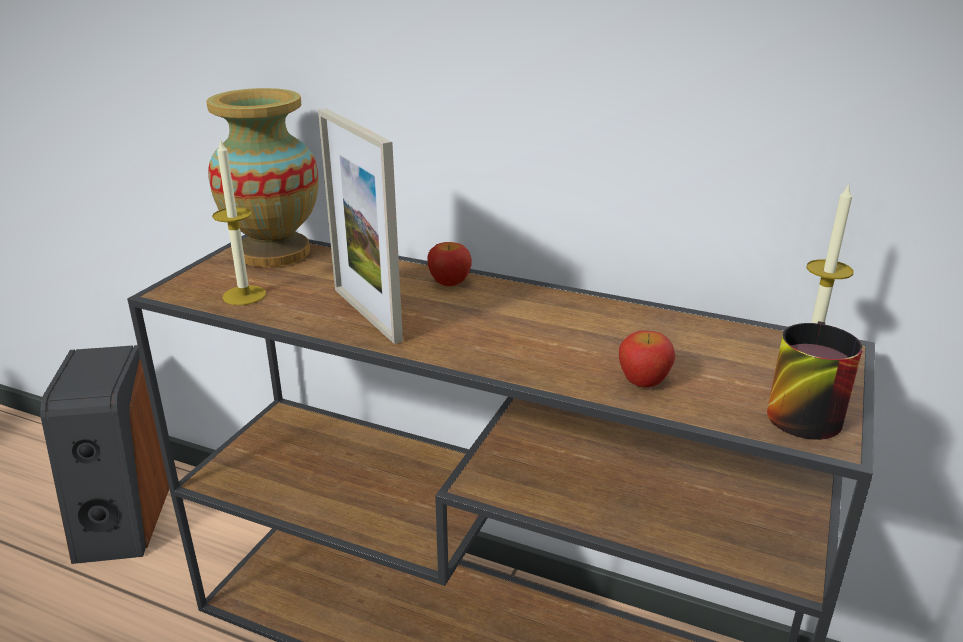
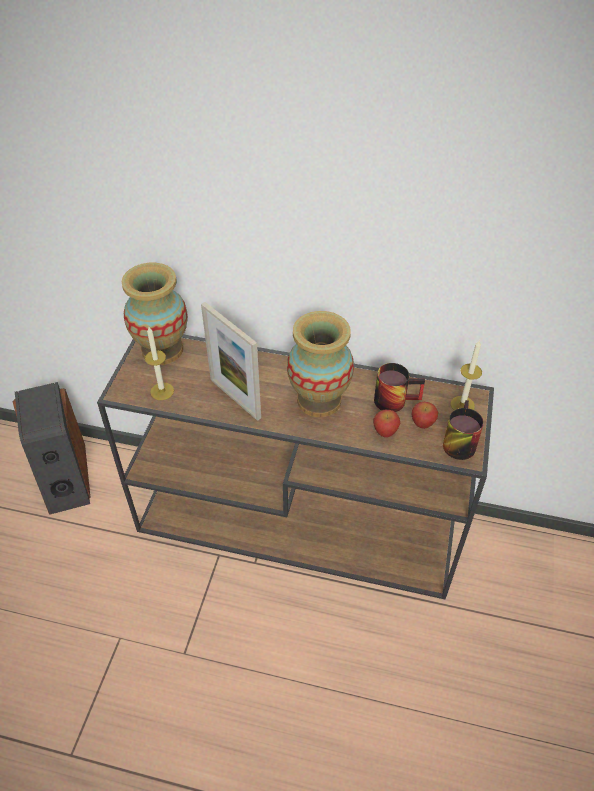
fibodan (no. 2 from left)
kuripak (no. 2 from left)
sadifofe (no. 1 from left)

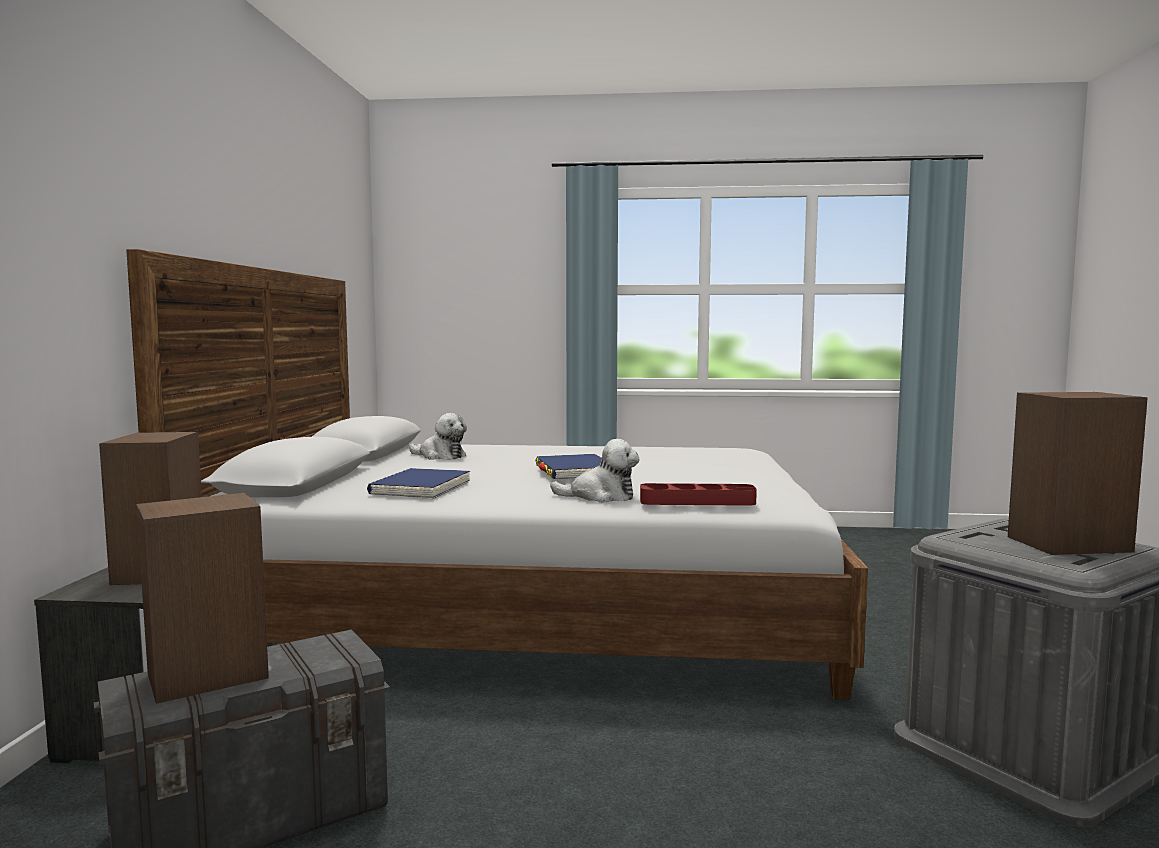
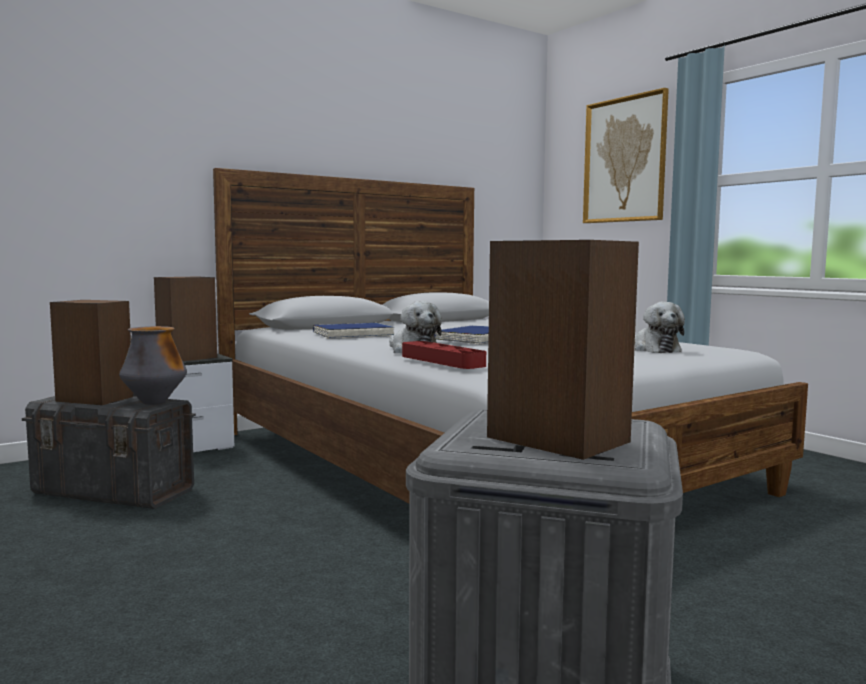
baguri (no. 2 from left)
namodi
kuripak

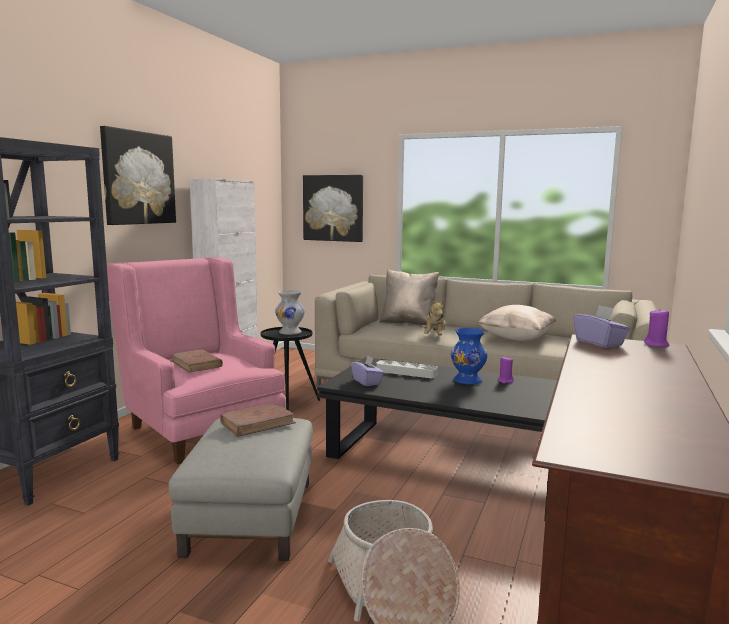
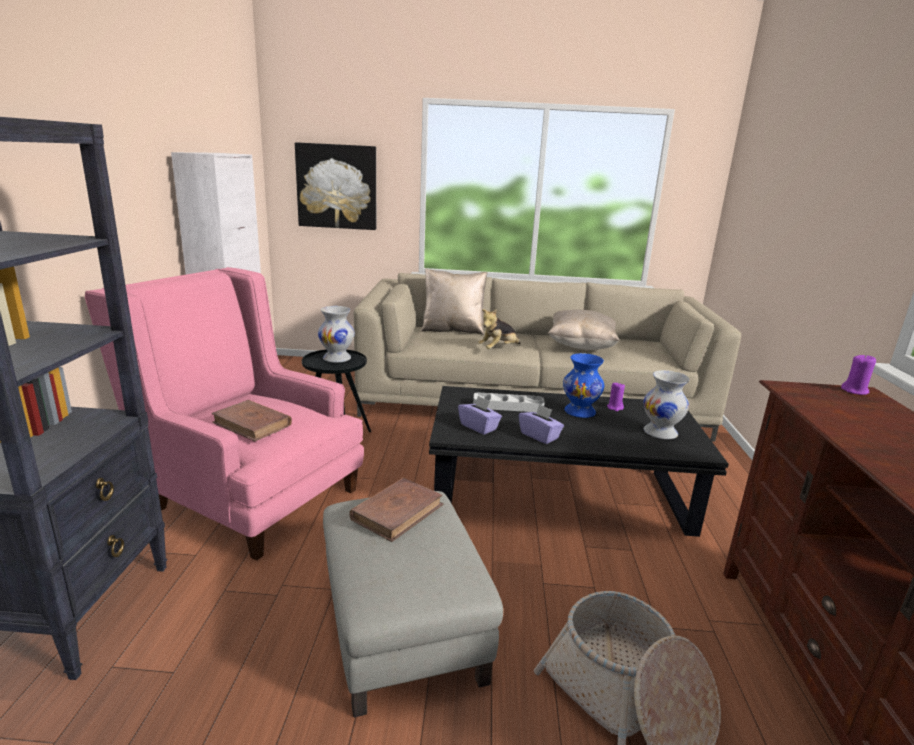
namodi (no. 1 from left in the first image)
baguri
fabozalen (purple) (no. 2 from left)
kuripak (white) (no. 2 from left)

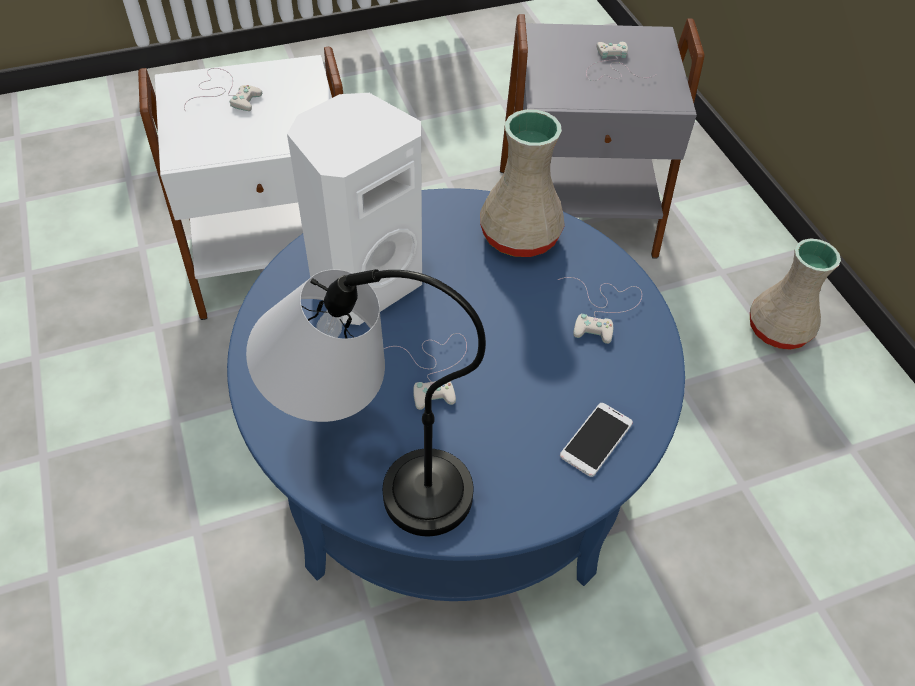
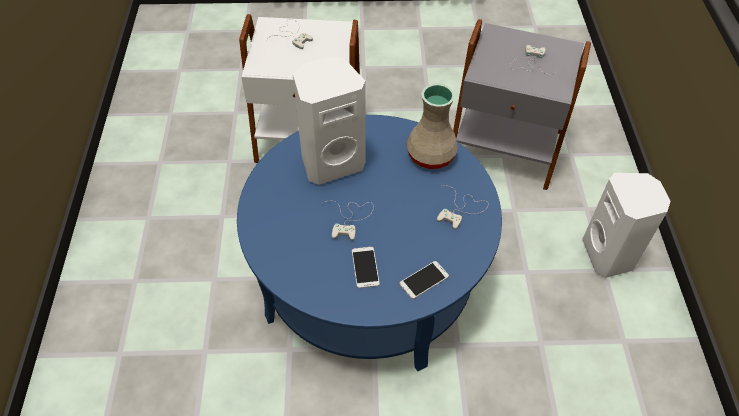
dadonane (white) (no. 2 from left)
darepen
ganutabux (no. 1 from left)

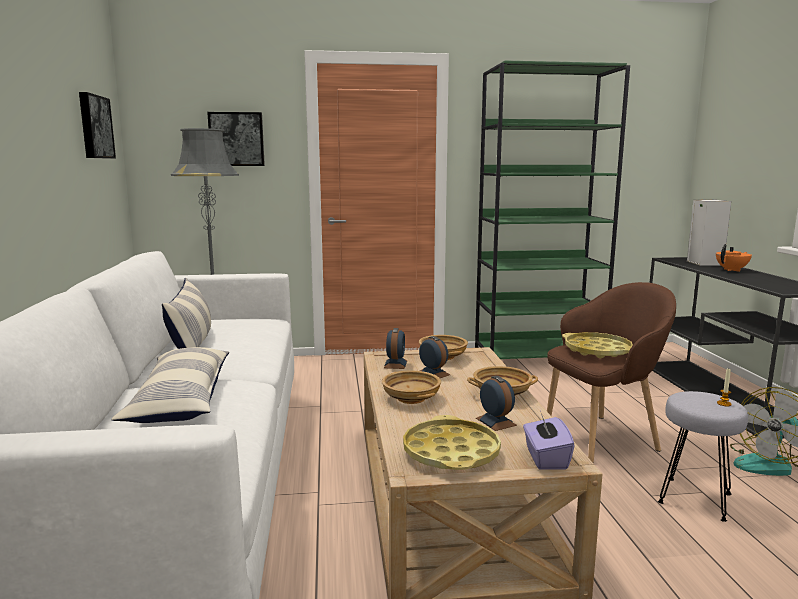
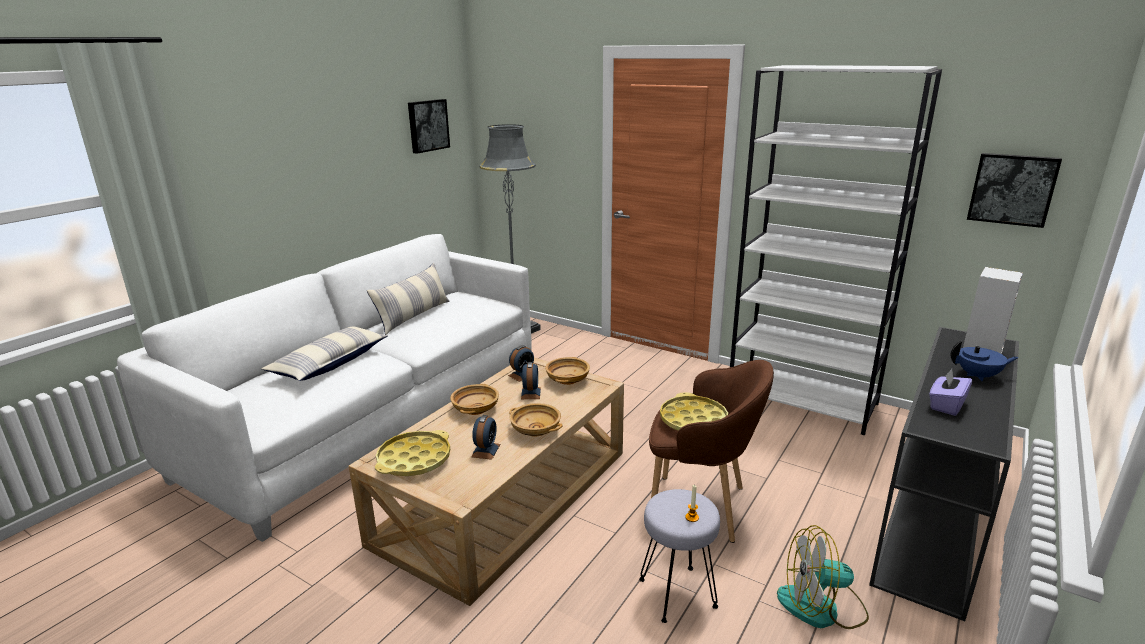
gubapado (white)
namodi (no. 2 from left)
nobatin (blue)
fabozalen (purple)

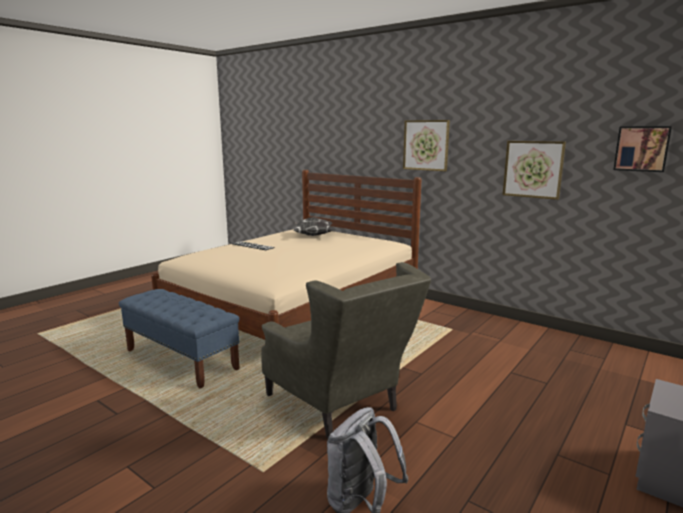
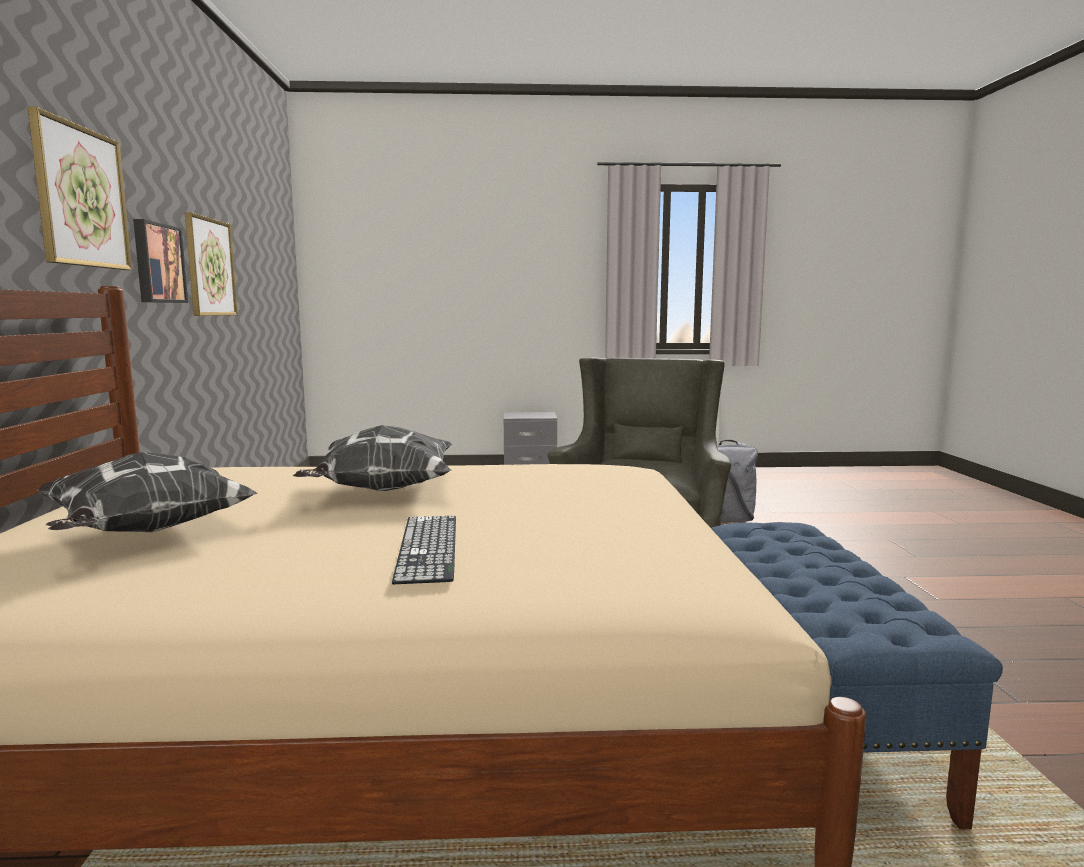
namodi (no. 2 from left)
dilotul (no. 2 from left)

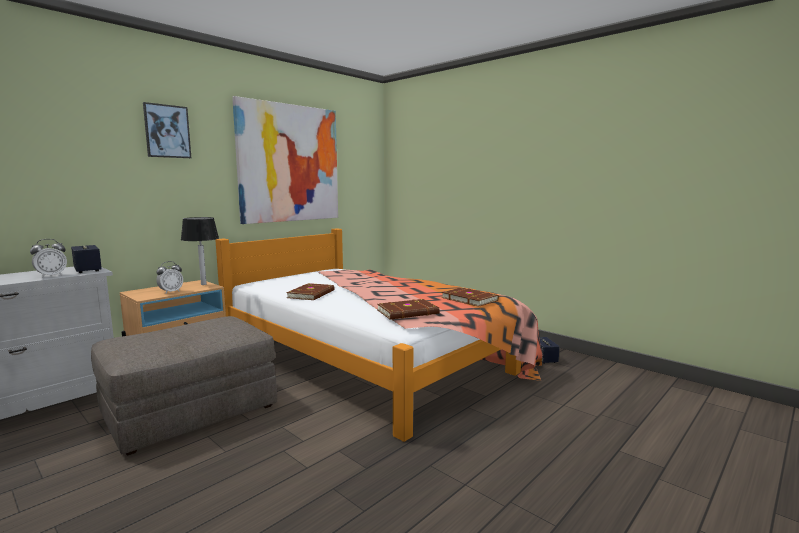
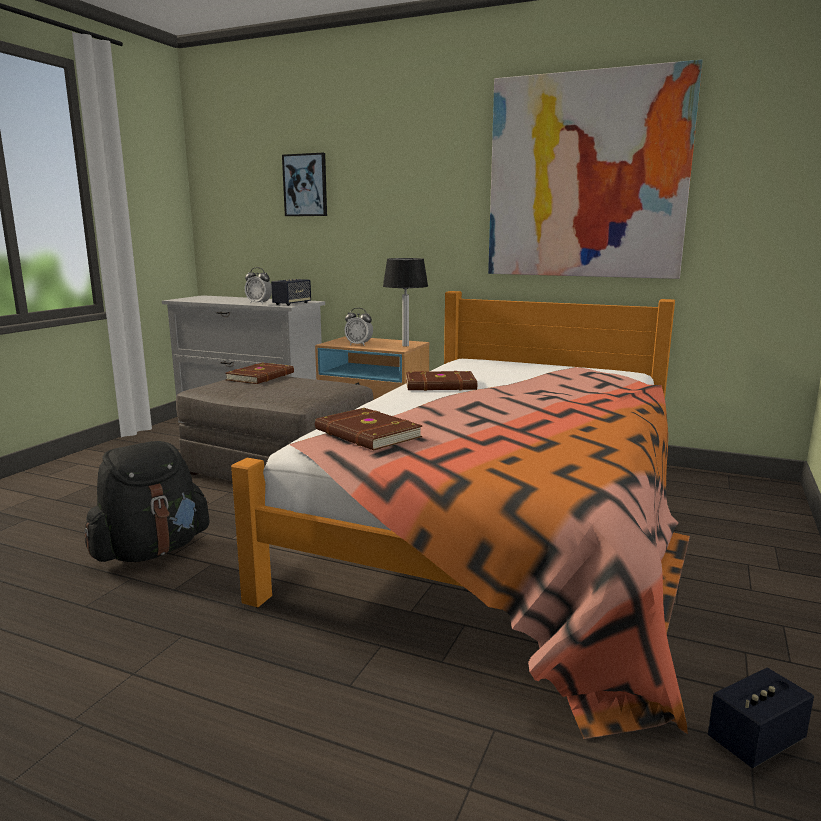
namodi (no. 1 from left)
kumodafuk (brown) (no. 1 from left)
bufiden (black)

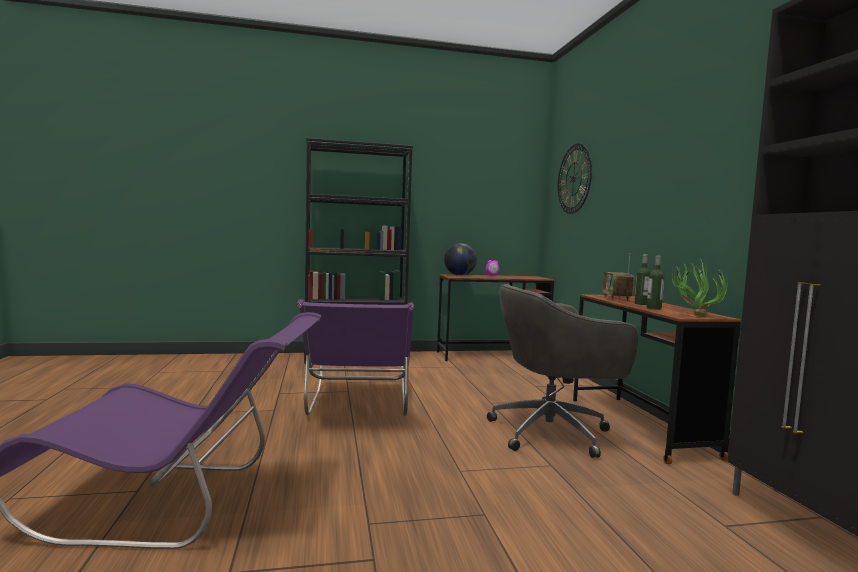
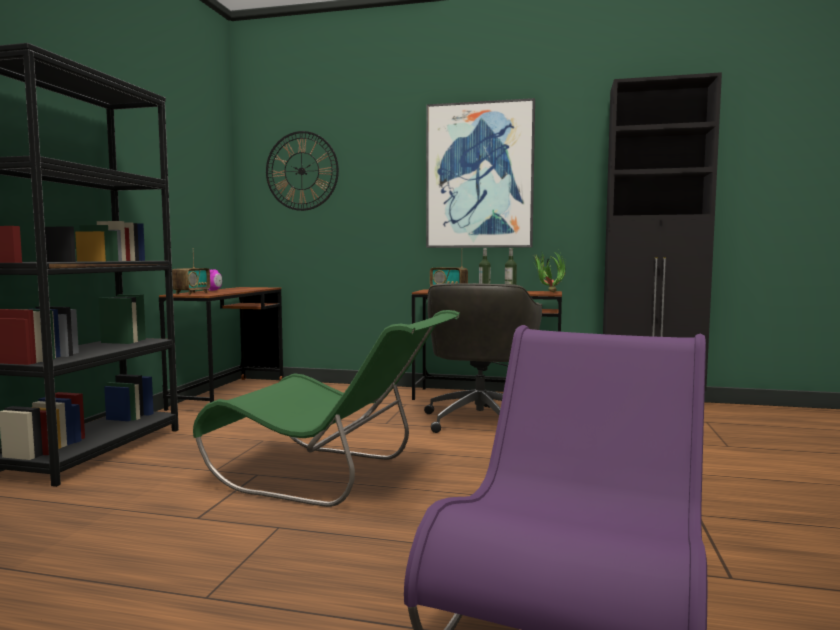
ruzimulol (no. 1 from left)
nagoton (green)
namodi

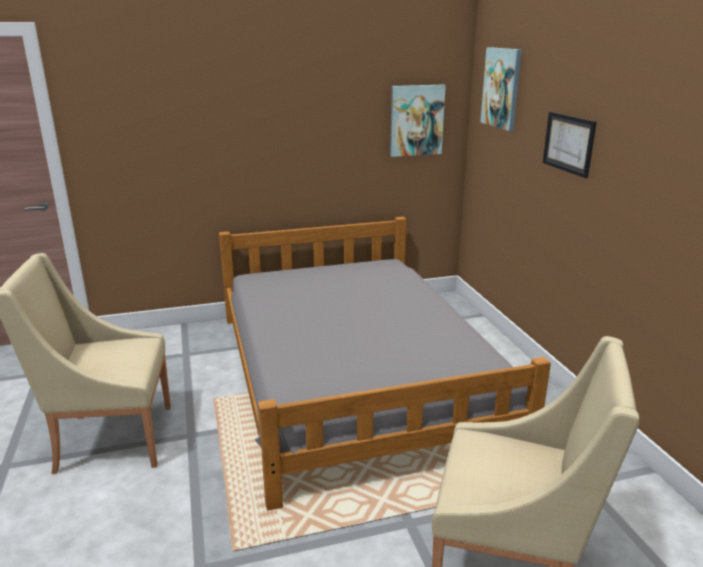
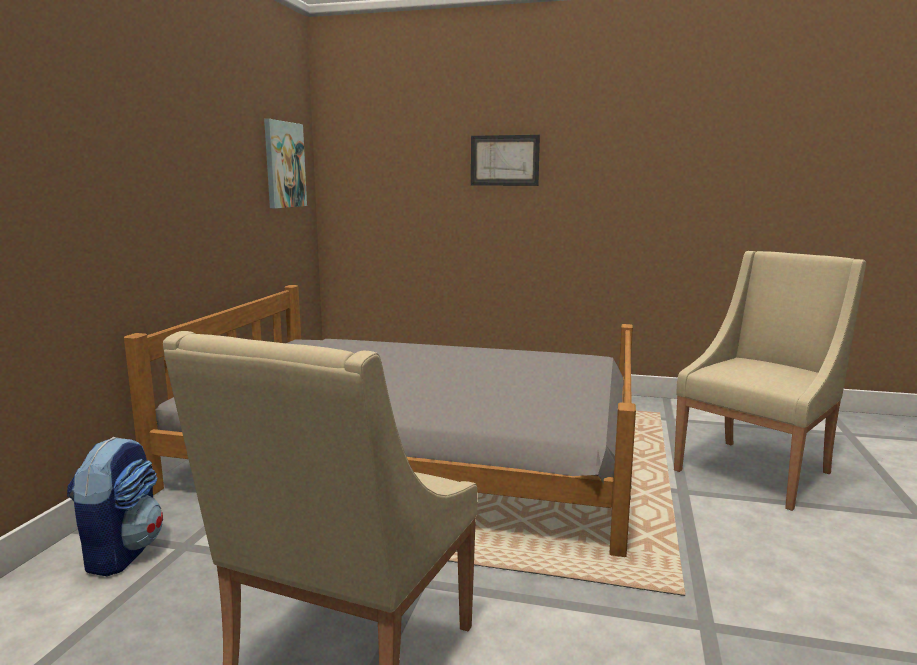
namodi (no. 2 from left in the first image)
bufiden

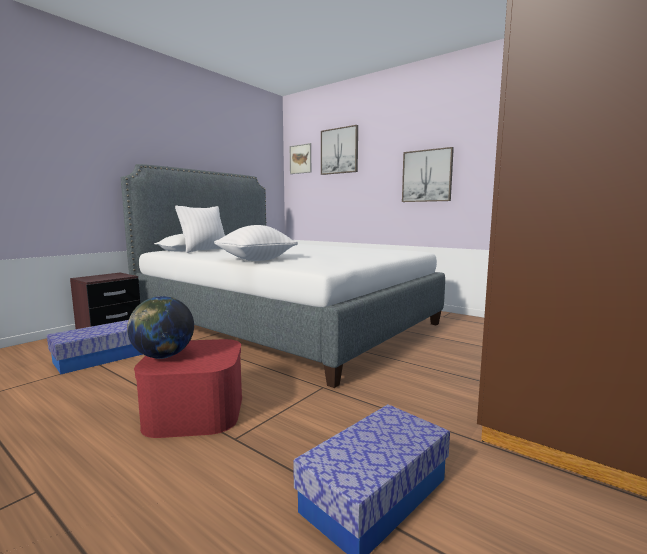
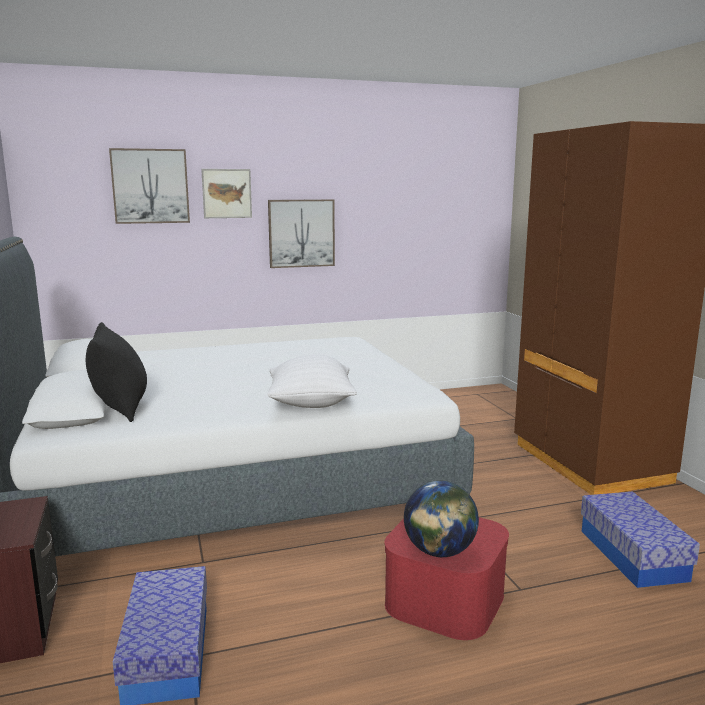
namodi (no. 2 from left)
dilotul (black)

